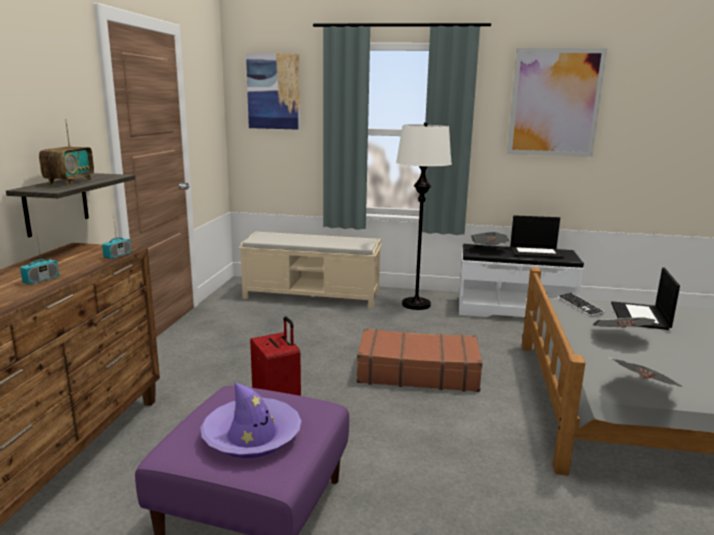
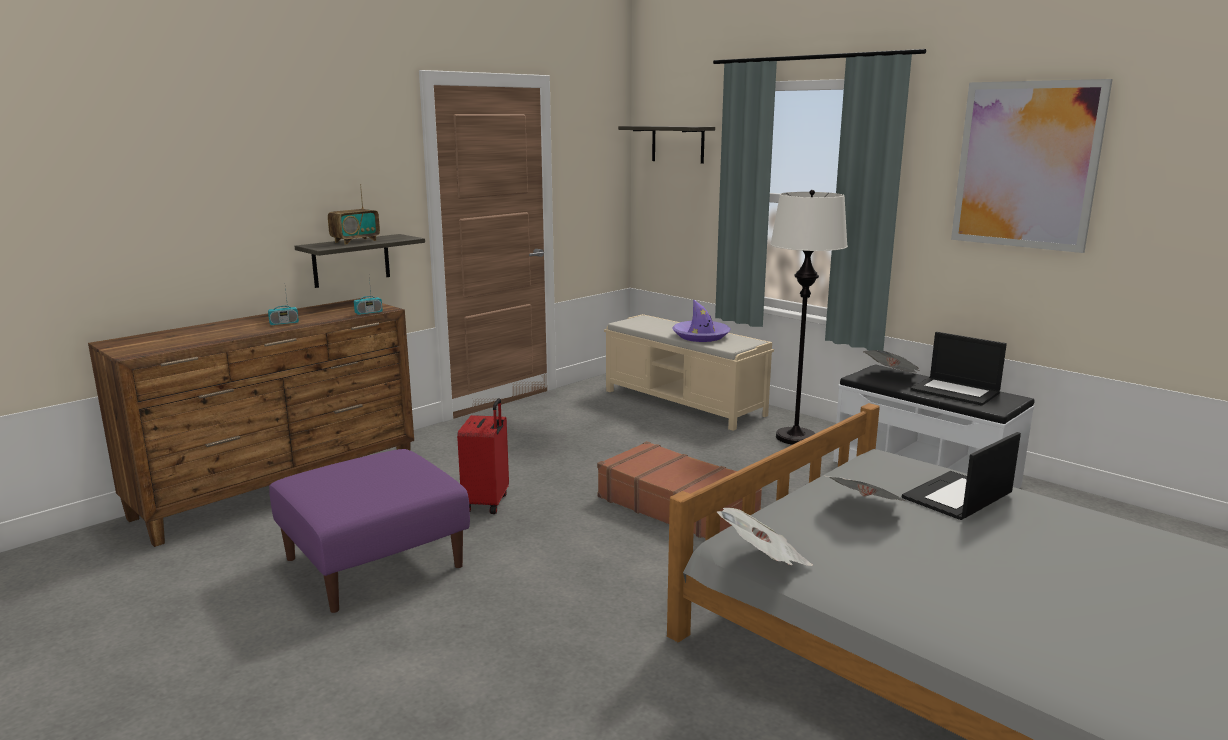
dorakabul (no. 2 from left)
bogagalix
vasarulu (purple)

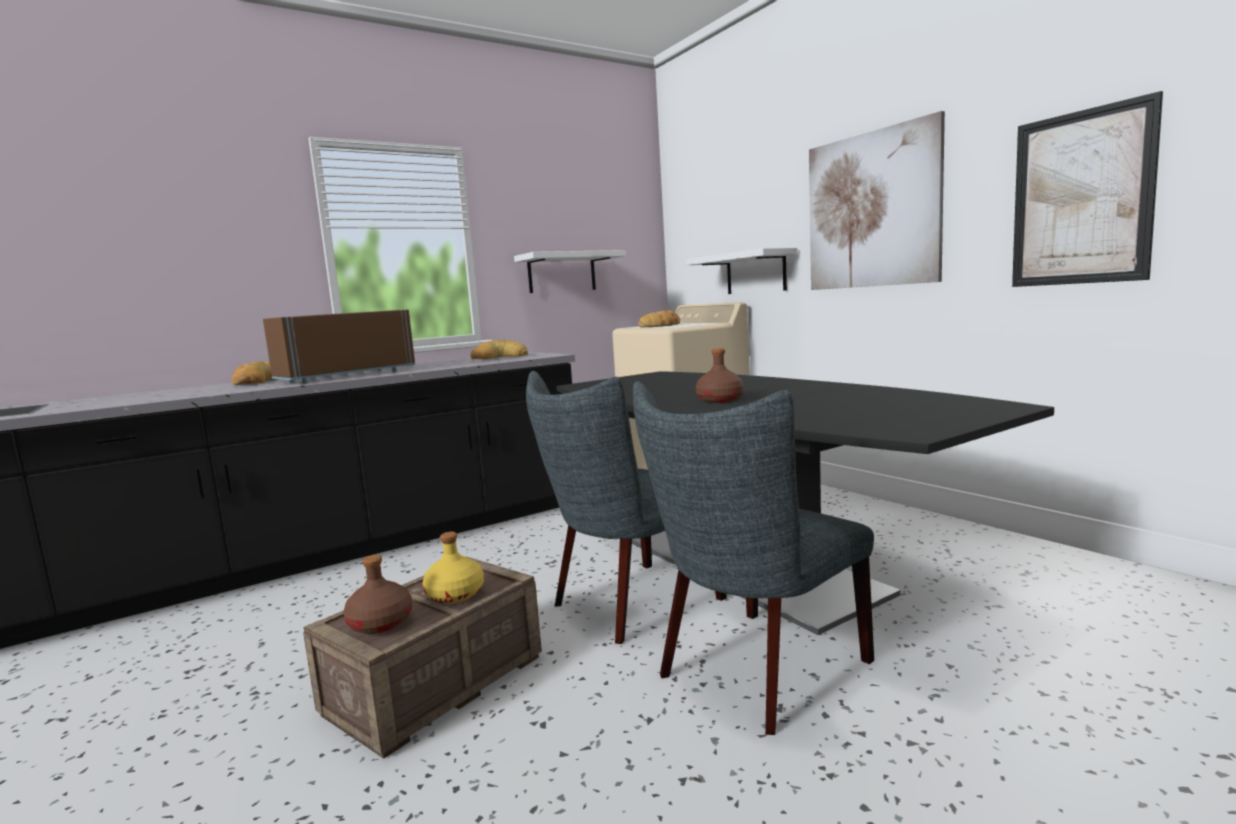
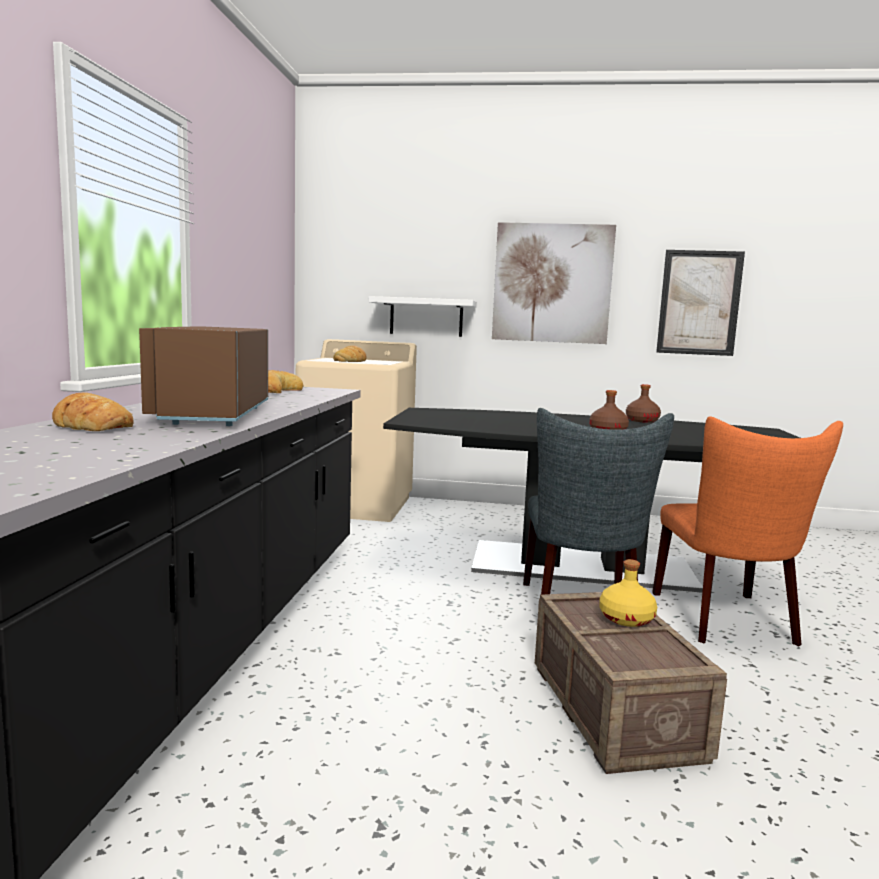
dorakabul (white) (no. 1 from left in the first image)
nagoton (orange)
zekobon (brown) (no. 2 from left)

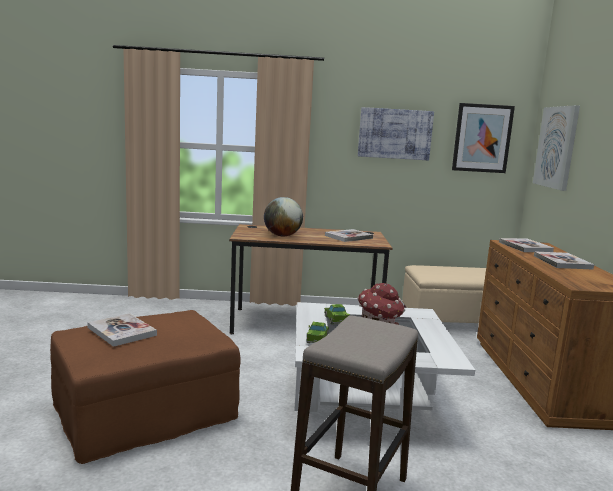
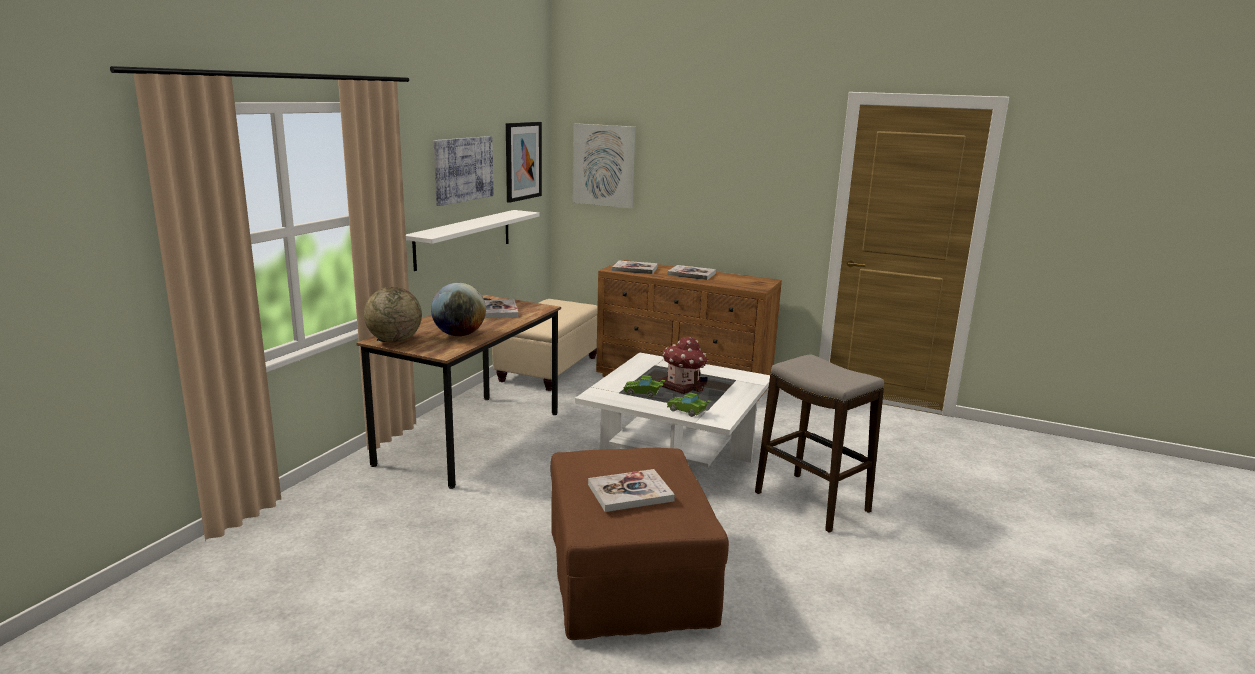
dorakabul (white)
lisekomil (no. 1 from left)

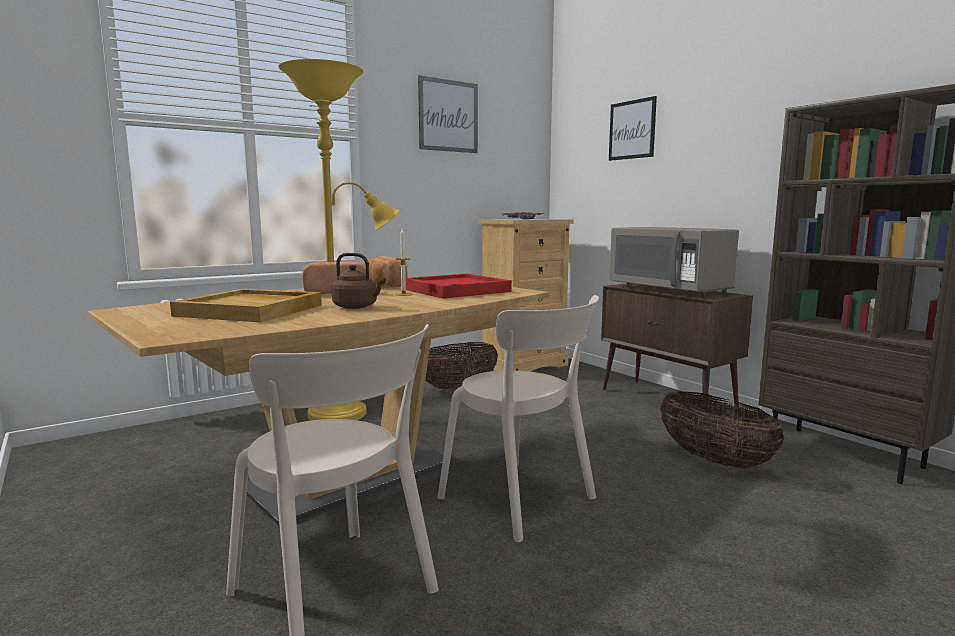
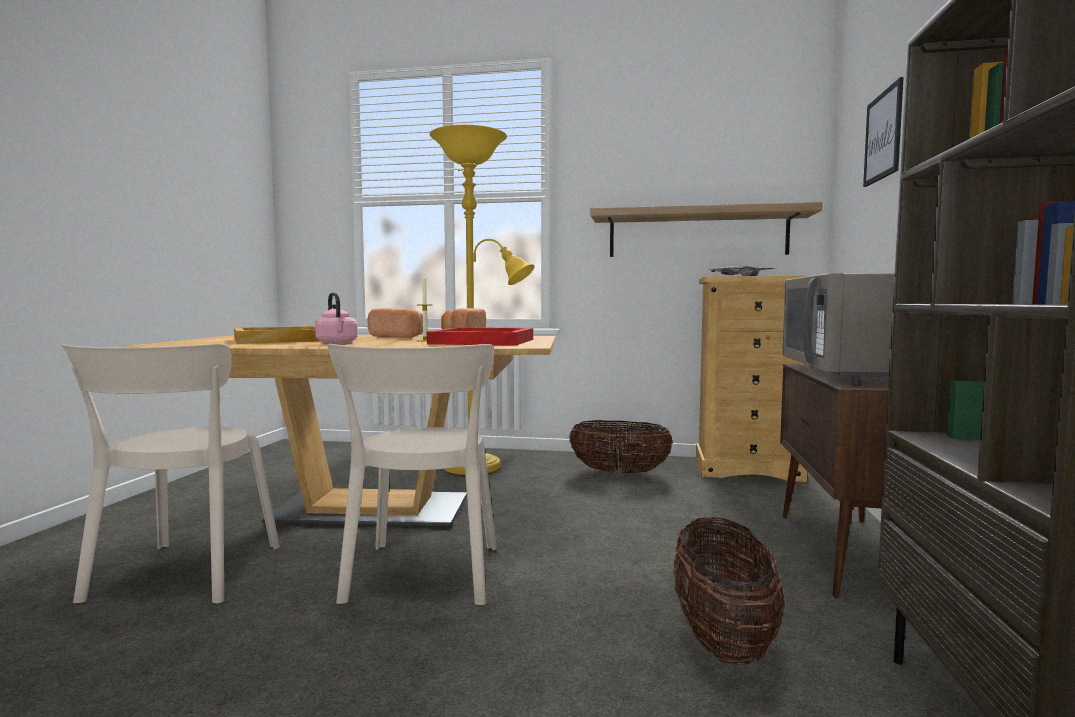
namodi (no. 1 from left in the first image)
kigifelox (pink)
dorakabul

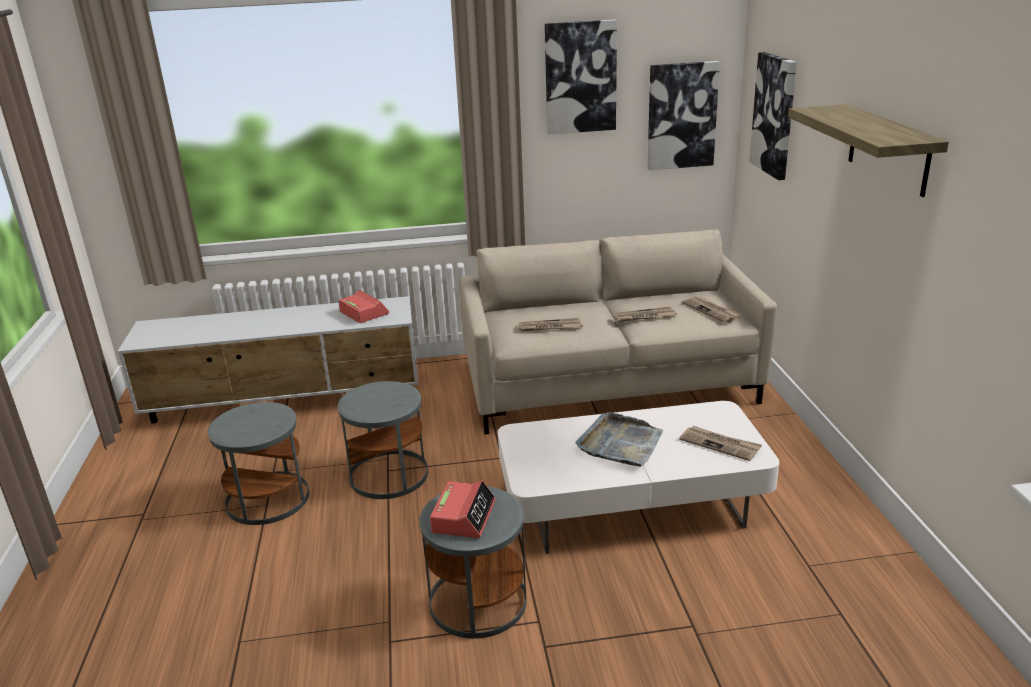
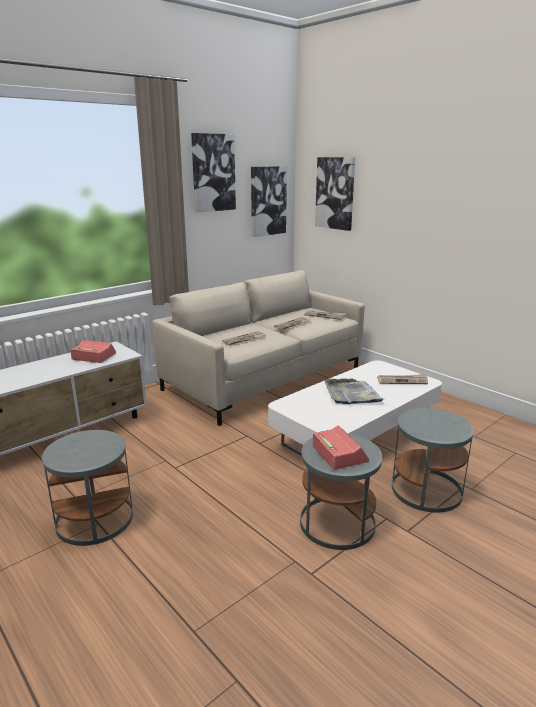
dorakabul
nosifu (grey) (no. 3 from left)

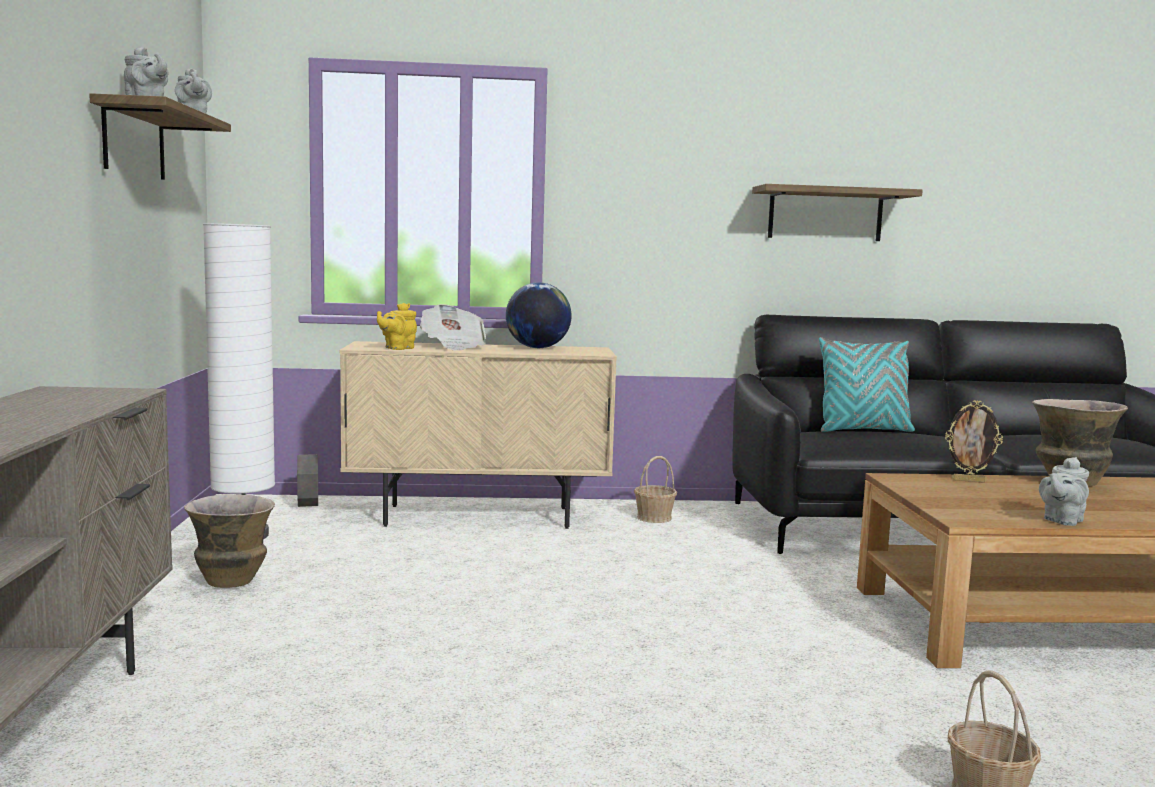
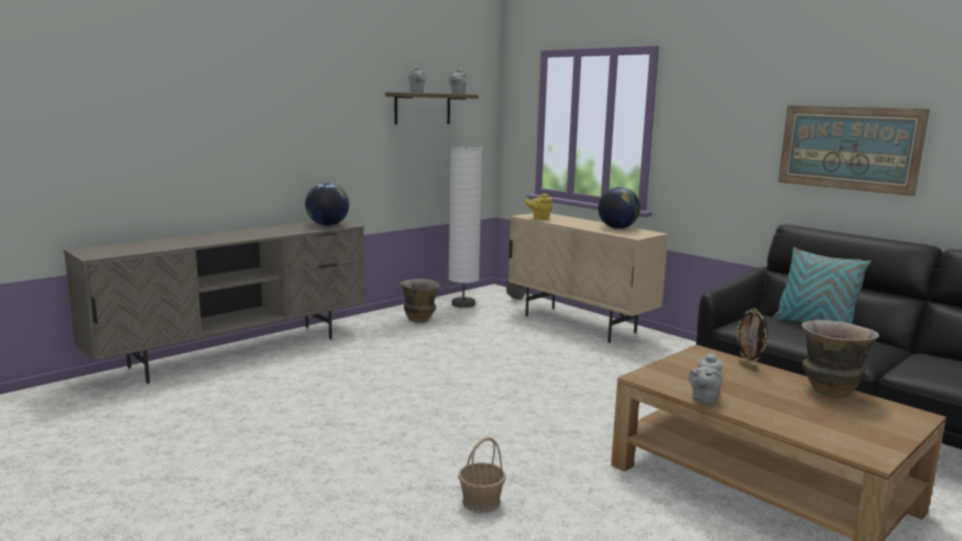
namodi
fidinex
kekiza (no. 1 from left in the first image)
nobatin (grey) (no. 3 from left)
lisekomil (no. 1 from left)

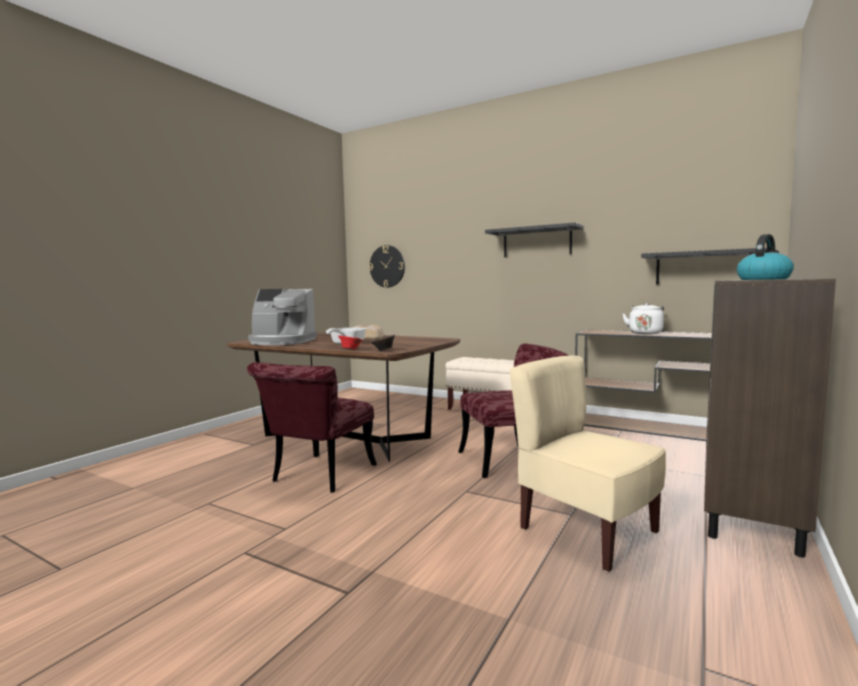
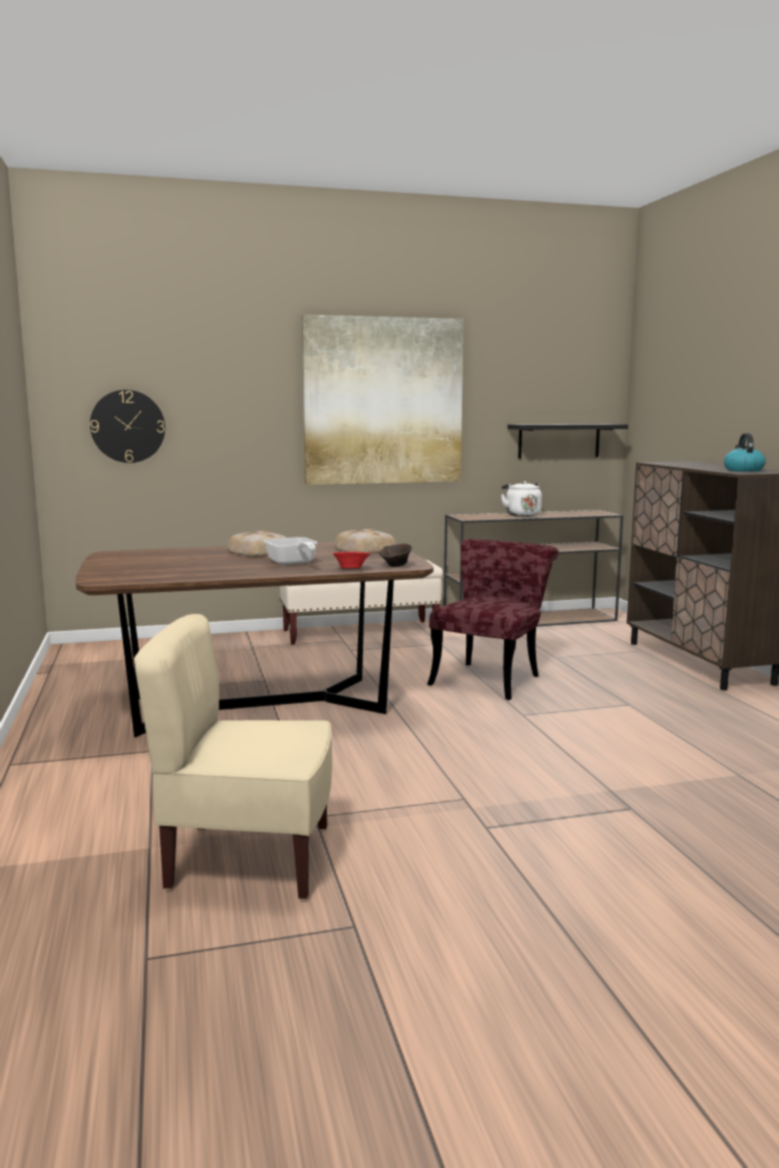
namodi
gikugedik
nagoton (beige)
nagoton (red) (no. 1 from left in the first image)
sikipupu (no. 2 from left)

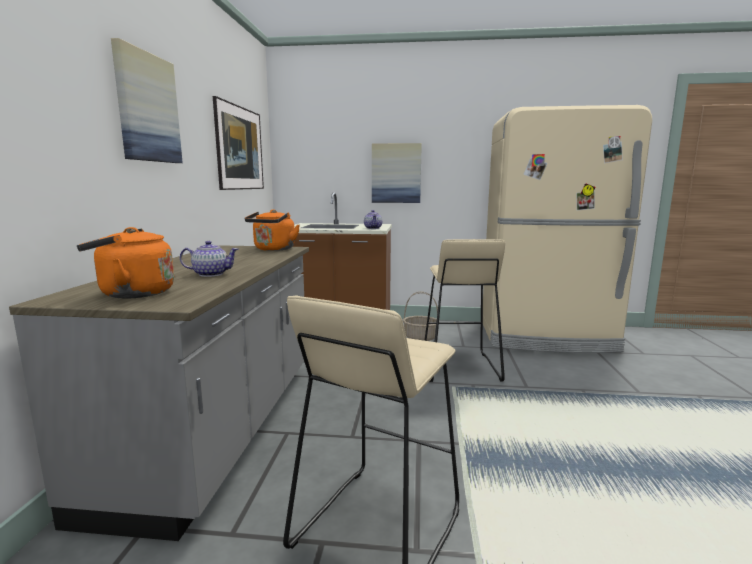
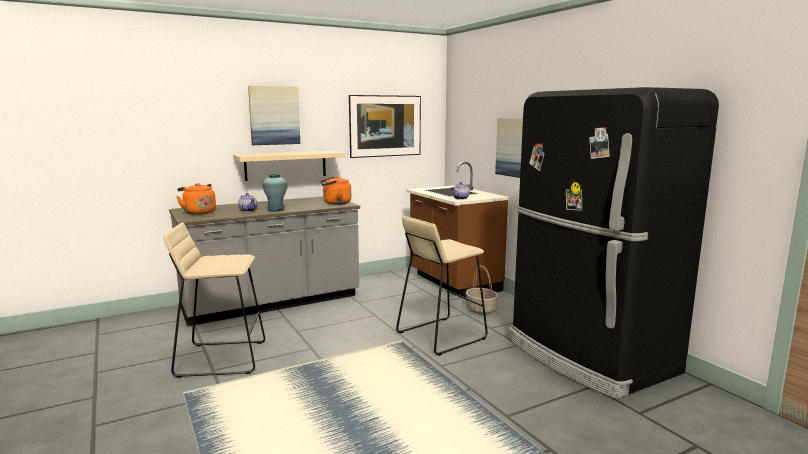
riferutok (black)
dorakabul (beige)
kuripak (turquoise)

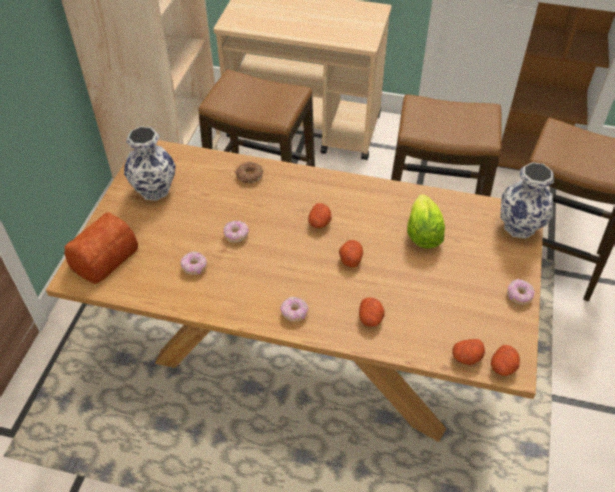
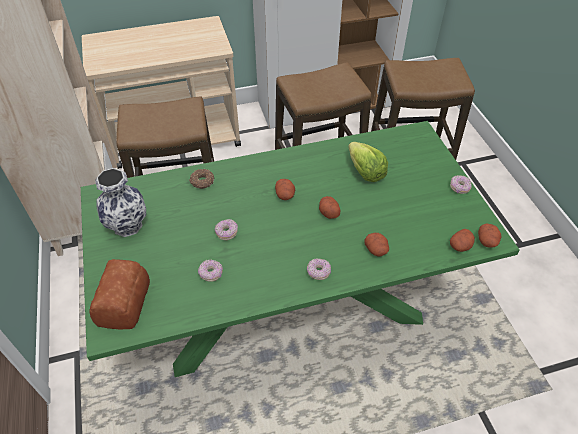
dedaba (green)
kuripak (no. 2 from left in the first image)

